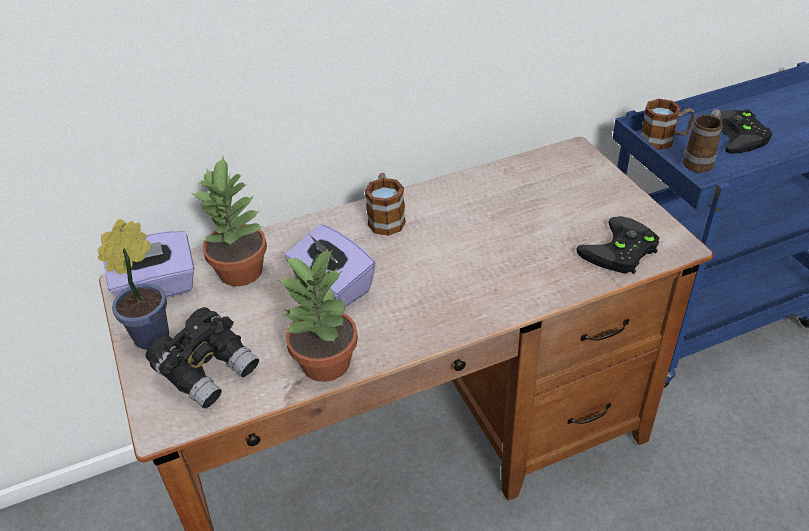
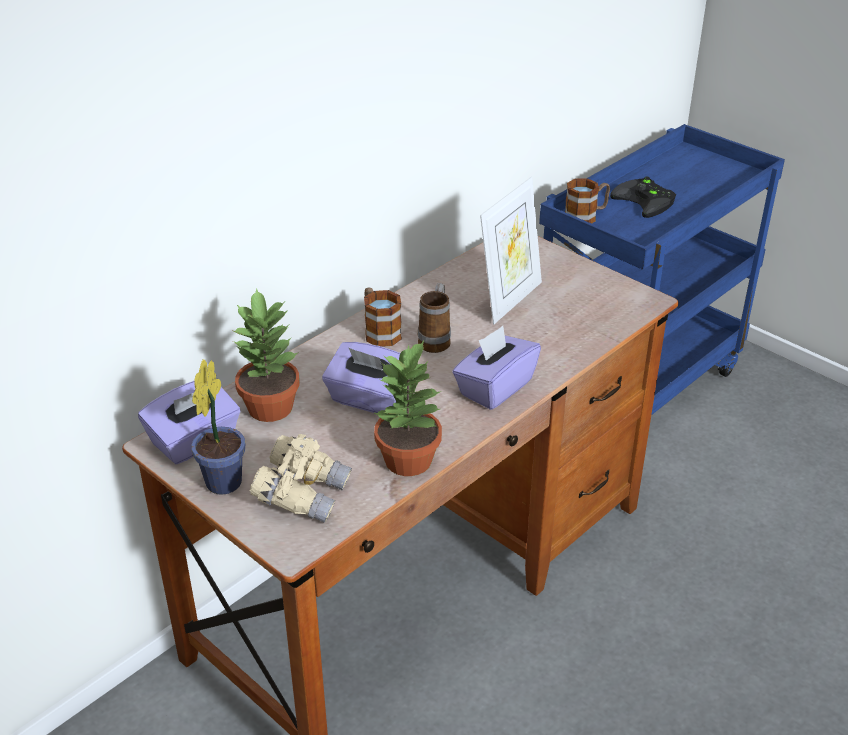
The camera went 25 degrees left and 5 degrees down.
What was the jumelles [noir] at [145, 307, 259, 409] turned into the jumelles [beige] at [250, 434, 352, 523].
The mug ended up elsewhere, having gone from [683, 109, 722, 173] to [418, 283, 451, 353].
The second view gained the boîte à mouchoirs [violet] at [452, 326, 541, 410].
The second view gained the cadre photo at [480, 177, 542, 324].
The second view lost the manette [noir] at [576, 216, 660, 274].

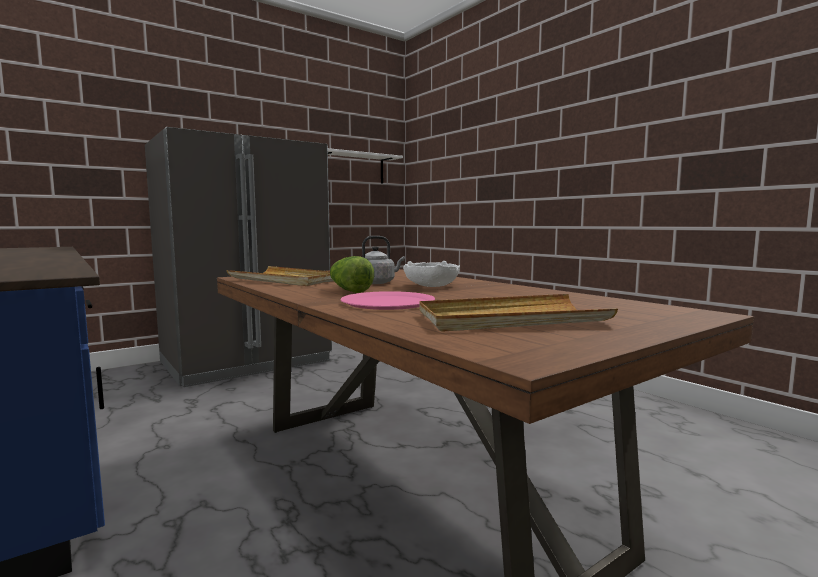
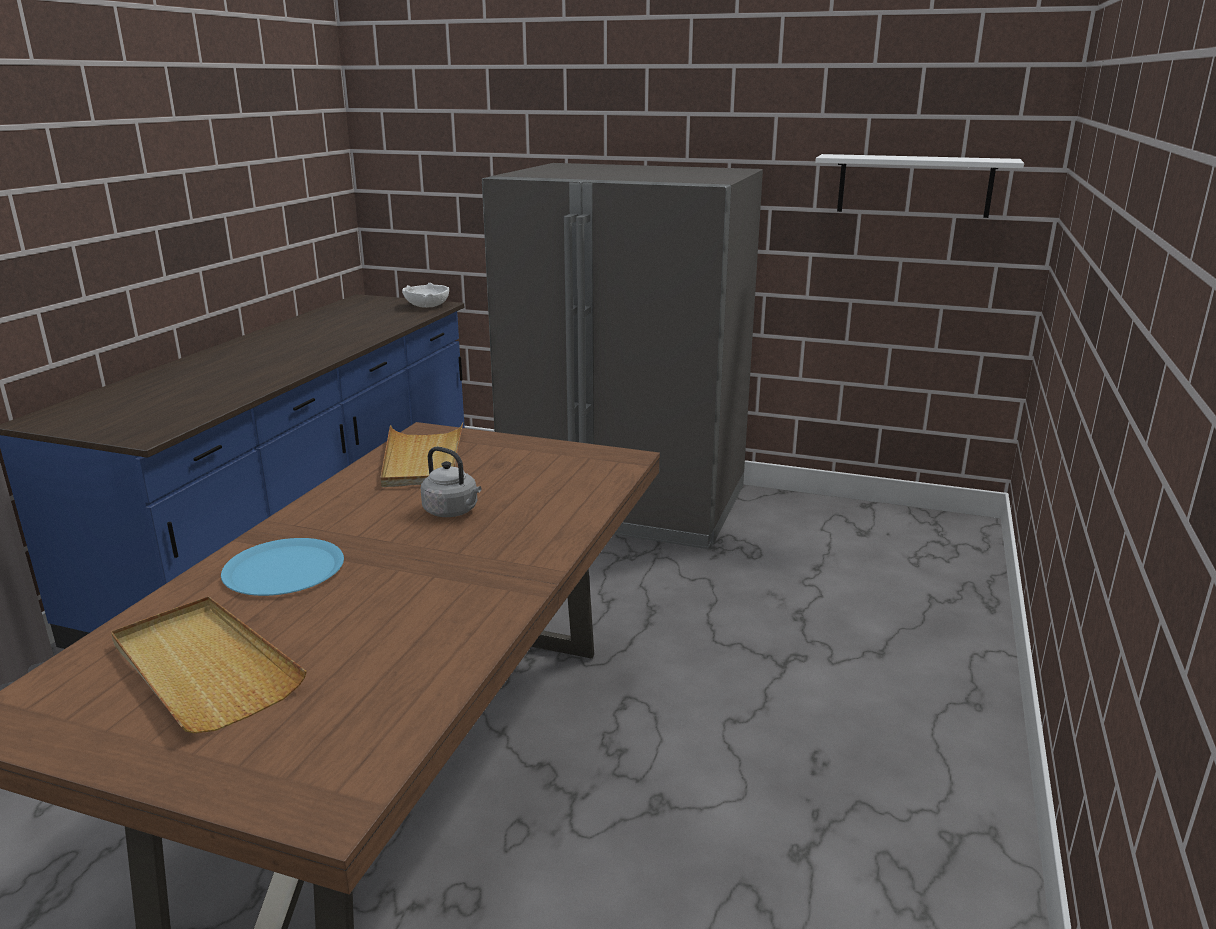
The camera went 55 degrees right and 15 degrees up.
What was the assiette [rose] at [340, 291, 435, 310] turned into the assiette [bleu] at [221, 538, 344, 596].
The bol [blanc] ended up elsewhere, having gone from [403, 261, 460, 287] to [402, 283, 449, 308].
The second view lost the laitue at [330, 256, 374, 293].

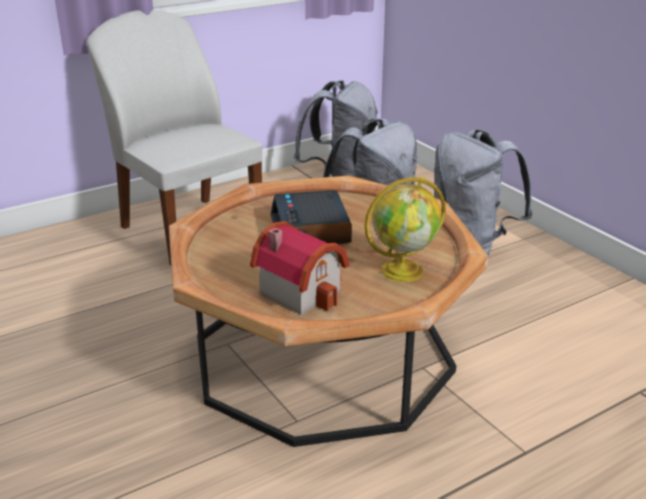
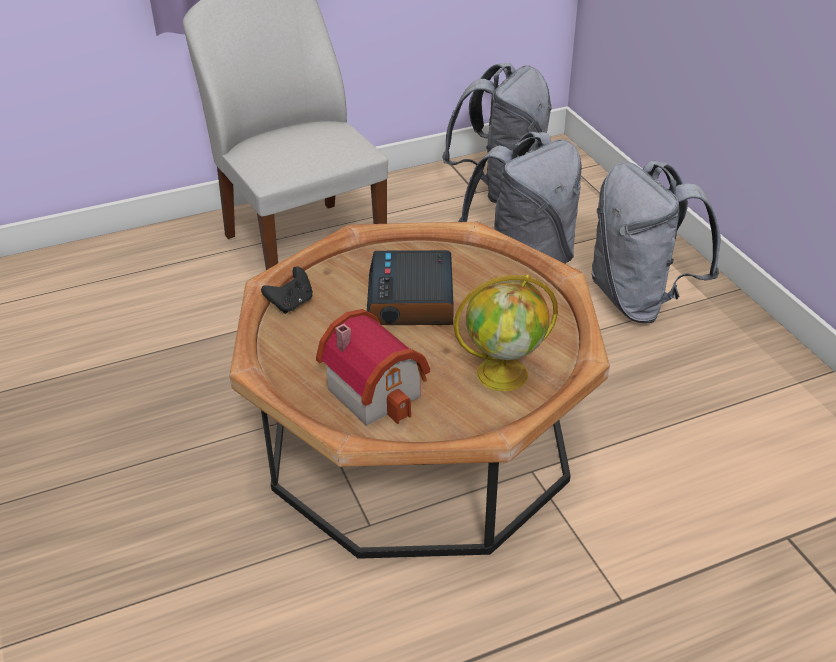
The camera went 10 degrees right and 10 degrees up.
The second view gained the manette [noir] at [261, 266, 313, 314].

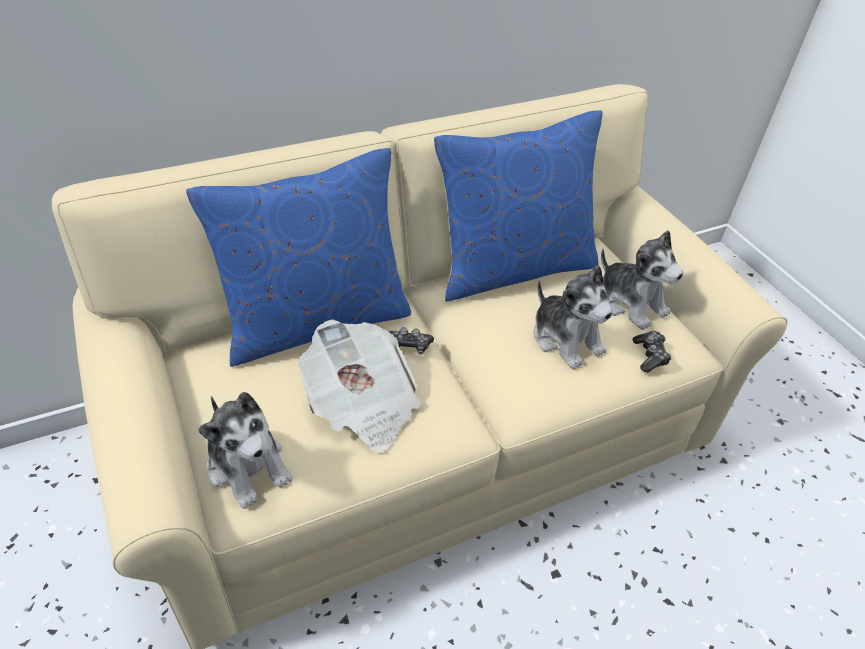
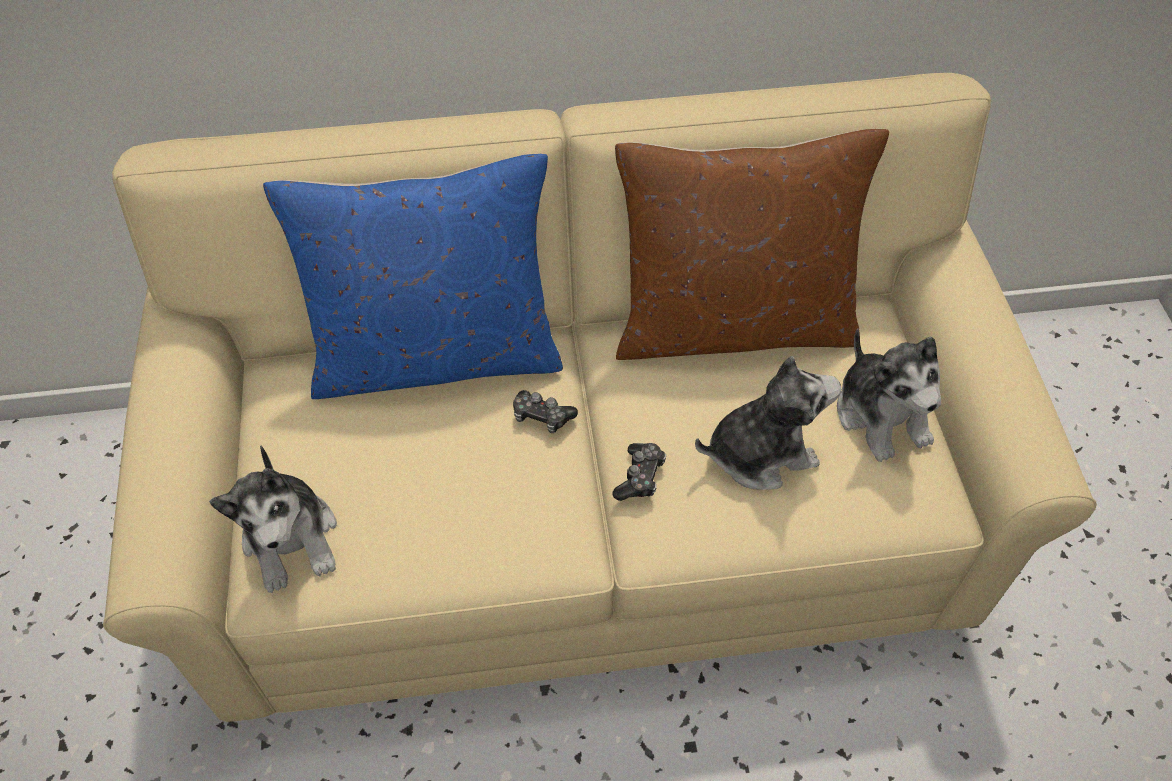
The camera went 20 degrees right and 10 degrees up.
The manette ended up elsewhere, having gone from [633, 331, 672, 372] to [612, 443, 666, 501].
What was the coussin [bleu] at [434, 110, 603, 302] turned into the coussin [marron] at [615, 129, 889, 360].
The peluche at [534, 266, 613, 369] ended up facing another way, 90 degrees counterclockwise from before.
The second view lost the journal at [298, 319, 422, 453].

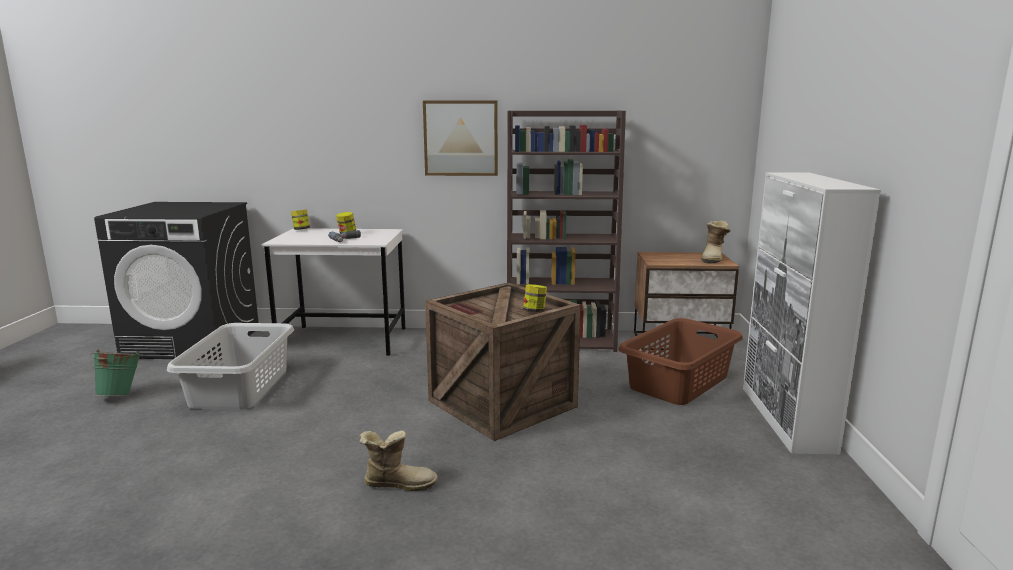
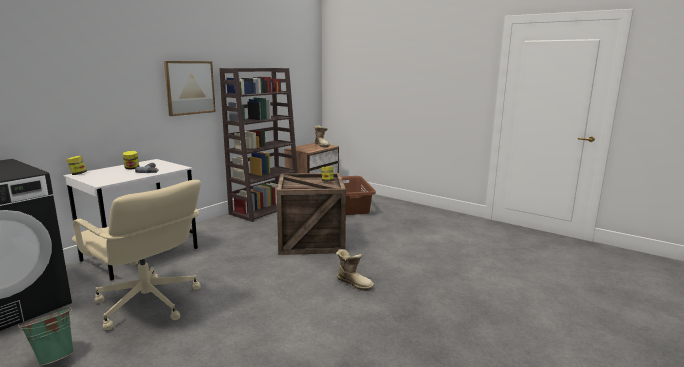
The camera went 55 degrees left and 0 degrees up.
Where the panier à linge [gris] stood at [167, 323, 294, 410], the chaise de bureau [beige] came to stand at [72, 180, 201, 330].
The botte at [359, 431, 438, 491] ended up facing another way, 90 degrees clockwise from before.
The second view lost the meuble de rangement [blanc] at [743, 172, 881, 455].

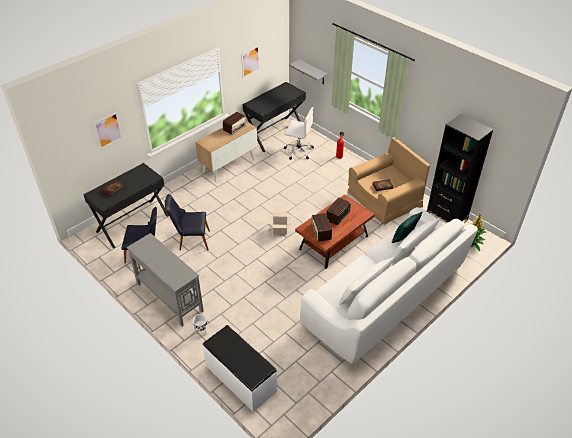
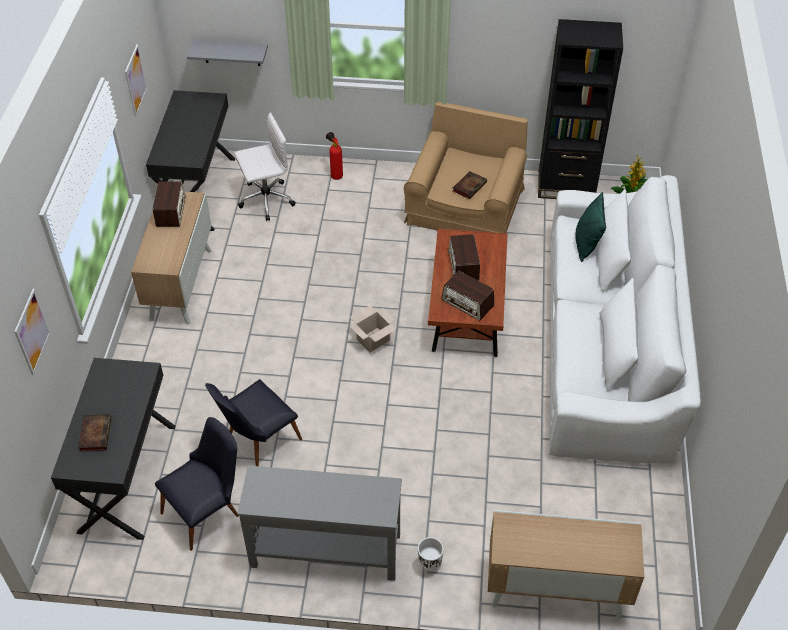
The camera went 40 degrees left and 5 degrees up.
Where the banc [blanc] stood at [203, 325, 277, 412], the meuble de rangement came to stand at [488, 510, 644, 619].

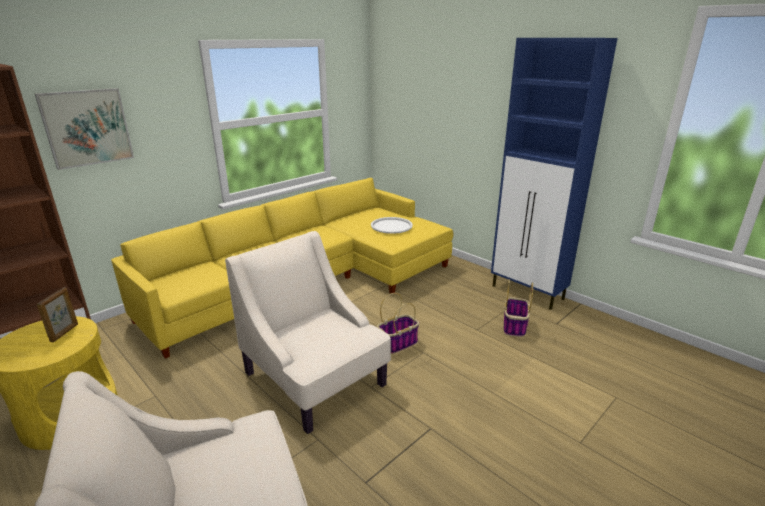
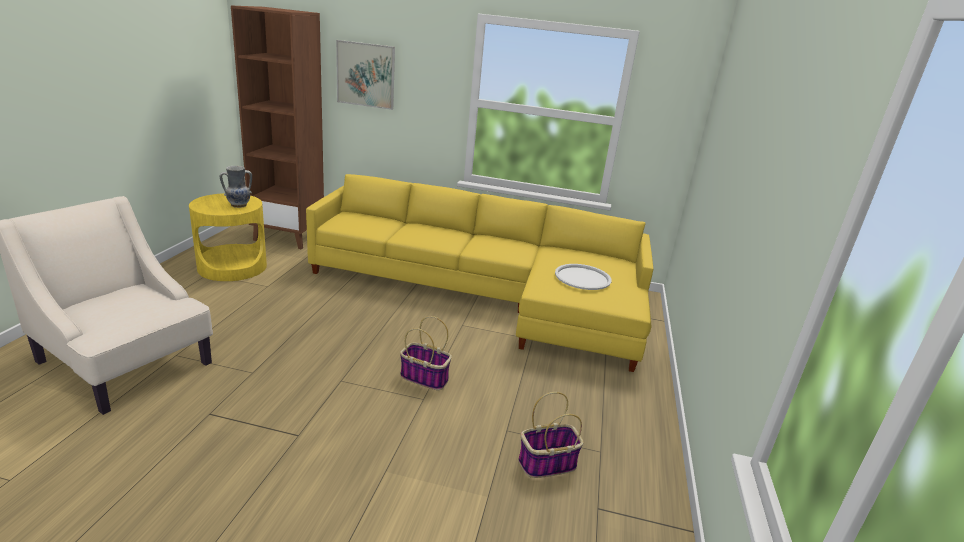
The camera went 55 degrees right and 0 degrees up.
Where the cadre photo stood at [37, 288, 78, 342], the vase came to stand at [220, 166, 252, 208].
The second view lost the fauteuil [beige] at [225, 231, 391, 434].
The second view lost the meuble de rangement [bleu] at [491, 38, 618, 310].

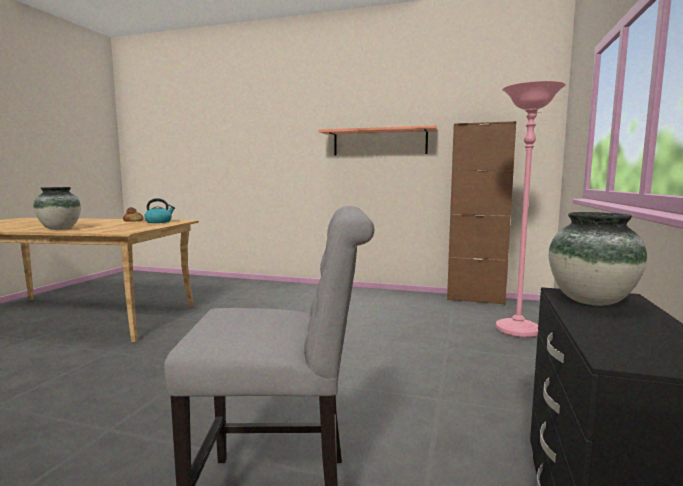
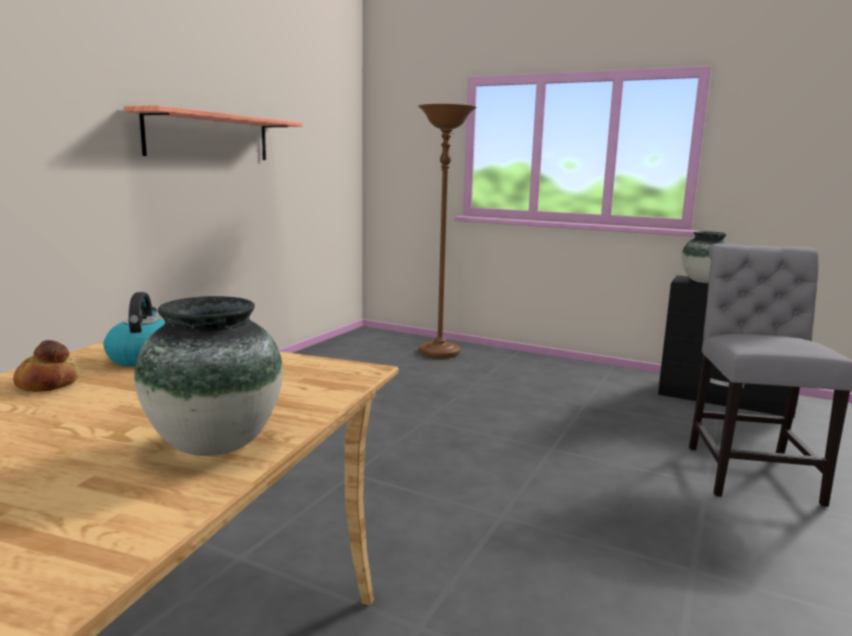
The camera went 80 degrees left and 5 degrees up.
What was the lampadaire [rose] at [496, 81, 566, 338] turned into the lampadaire [marron] at [418, 104, 477, 358].
The second view lost the meuble de rangement [marron] at [447, 121, 516, 305].

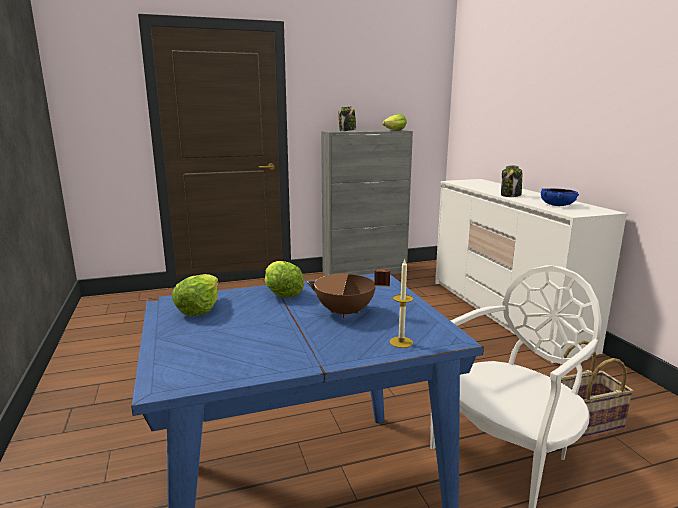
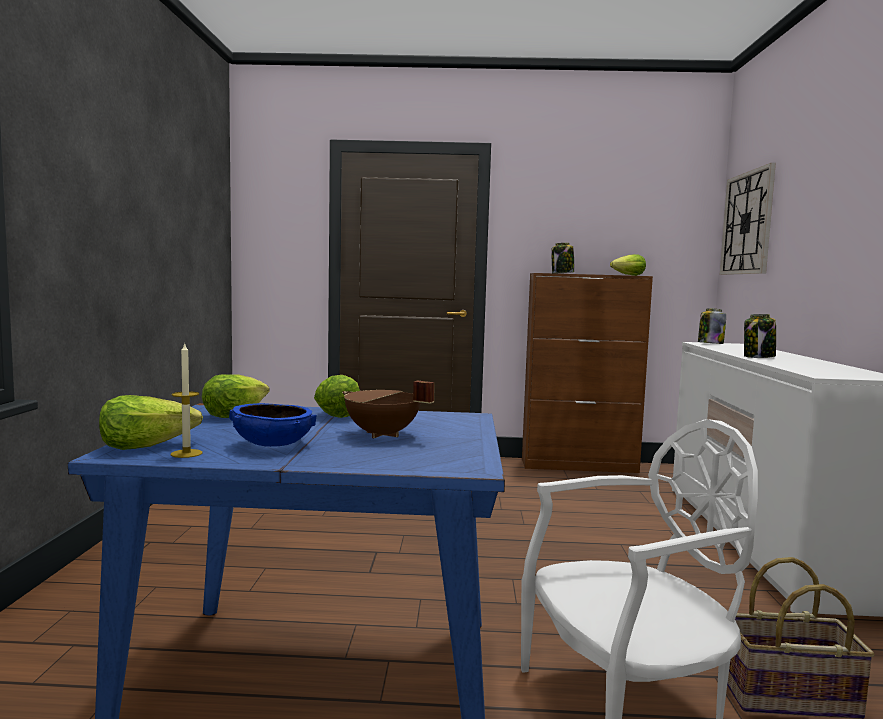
The camera went 20 degrees right and 10 degrees down.
The second view gained the laitue at [99, 395, 203, 450].
The bougie ended up elsewhere, having gone from [390, 260, 413, 348] to [171, 342, 203, 458].
The bol [bleu] ended up elsewhere, having gone from [541, 188, 579, 206] to [229, 403, 317, 447].
What was the meuble de rangement [gris] at [321, 130, 413, 276] turned into the meuble de rangement [marron] at [522, 273, 653, 473].
The second view gained the bocal at [698, 308, 726, 344].
The second view gained the horloge murale at [720, 163, 776, 275].

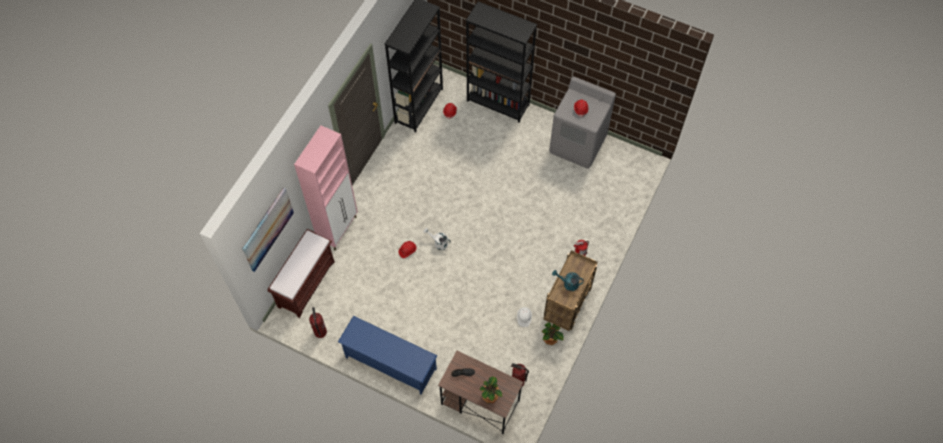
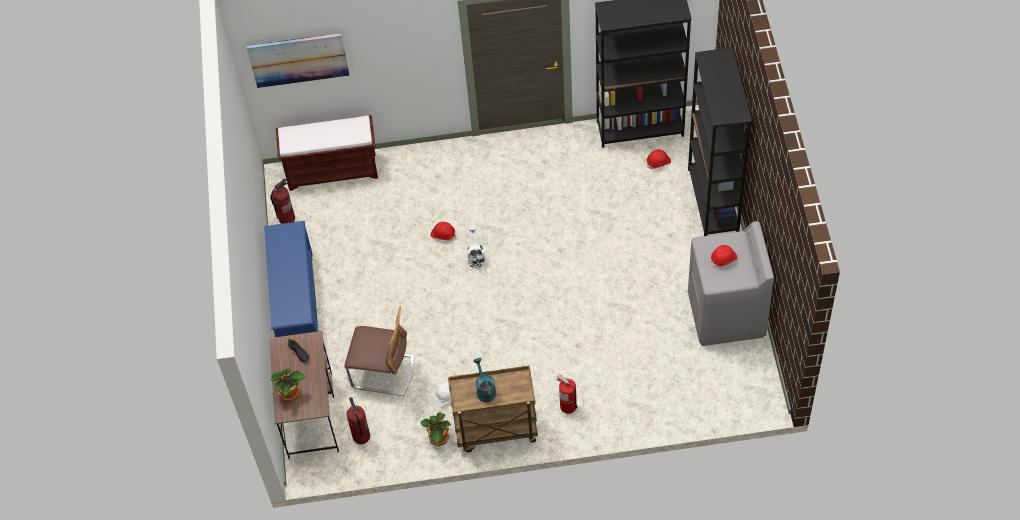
The camera went 60 degrees right and 5 degrees down.
The second view gained the chaise at [344, 306, 414, 396].
The second view lost the meuble de rangement [rose] at [294, 126, 358, 251].

